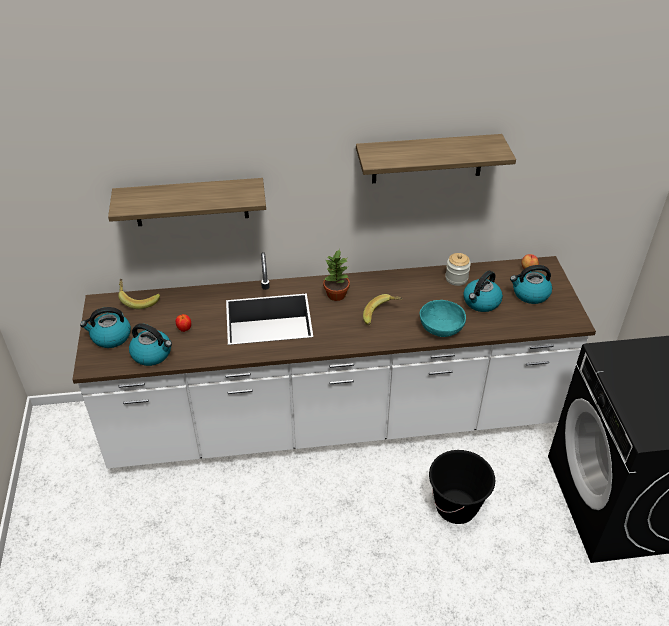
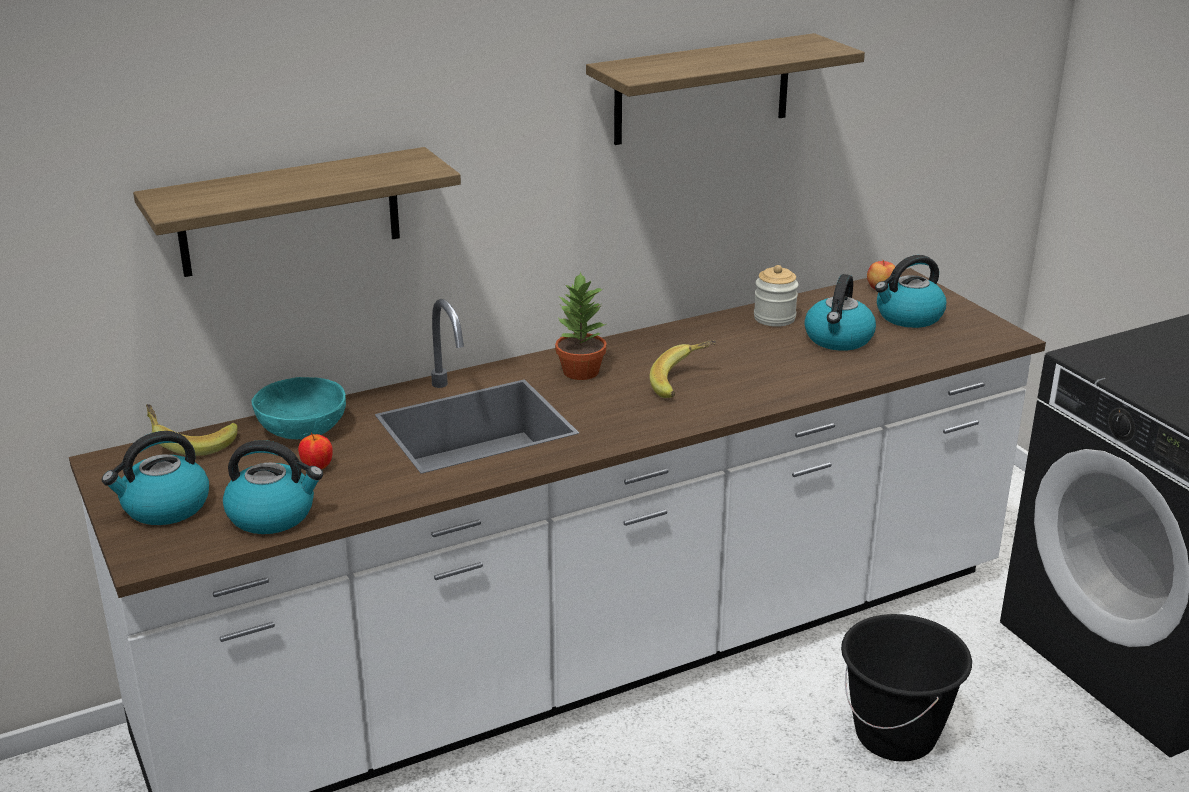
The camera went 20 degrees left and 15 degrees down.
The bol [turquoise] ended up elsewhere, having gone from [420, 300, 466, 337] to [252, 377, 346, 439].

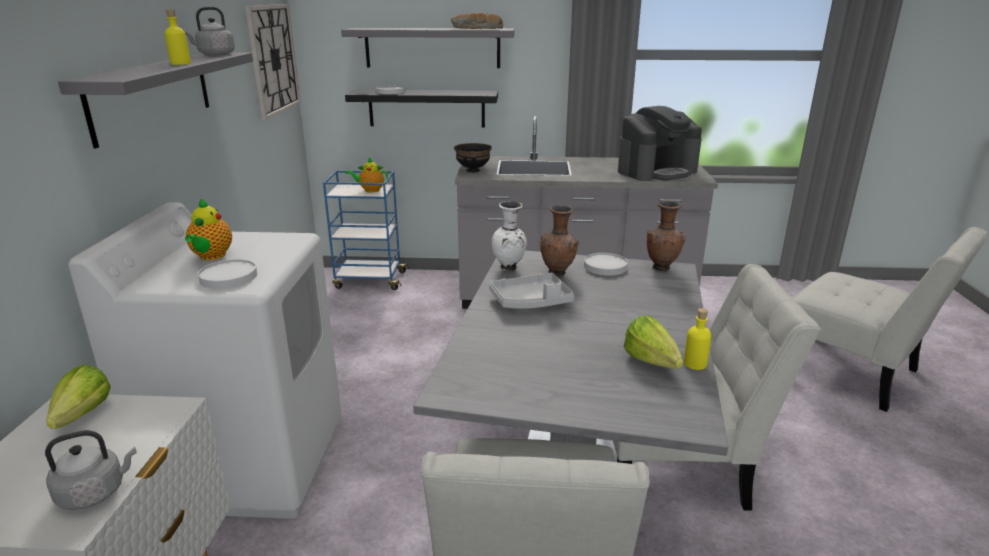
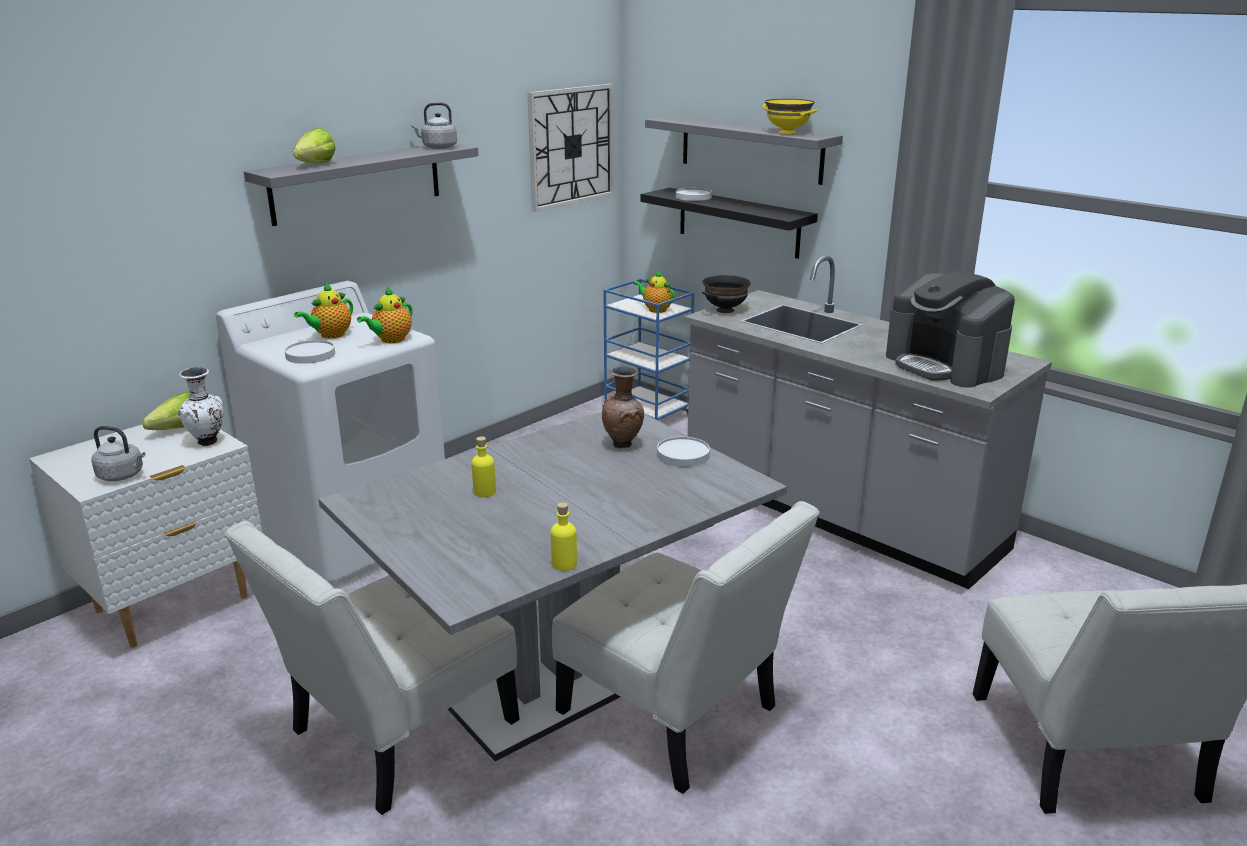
The camera went 40 degrees right and 0 degrees up.
The vase [blanc] ended up elsewhere, having gone from [492, 201, 527, 271] to [177, 367, 223, 446].
The laitue ended up elsewhere, having gone from [623, 316, 683, 369] to [293, 128, 336, 163].
The second view gained the théière at [357, 287, 412, 343].
The bouteille [jaune] ended up elsewhere, having gone from [164, 9, 191, 65] to [471, 436, 496, 497].
Where the pain stood at [451, 13, 503, 29], the bol [jaune] came to stand at [762, 99, 817, 134].
The machine à café at [618, 106, 702, 181] ended up facing another way, 45 degrees clockwise from before.
The second view lost the plateau [gris] at [489, 273, 574, 309].
The second view lost the vase [marron] at [647, 201, 686, 271].

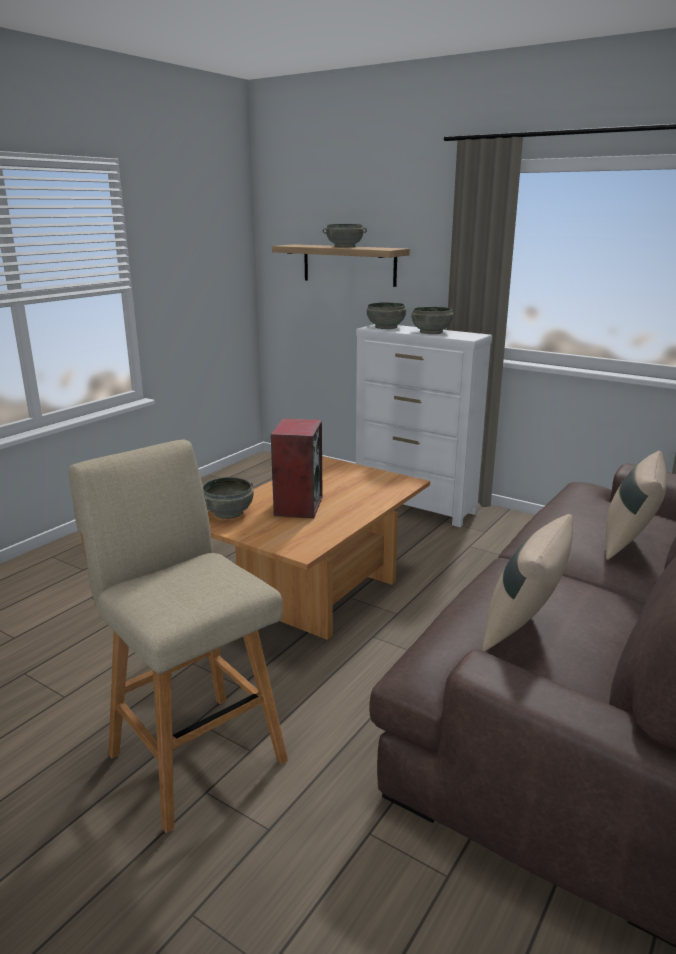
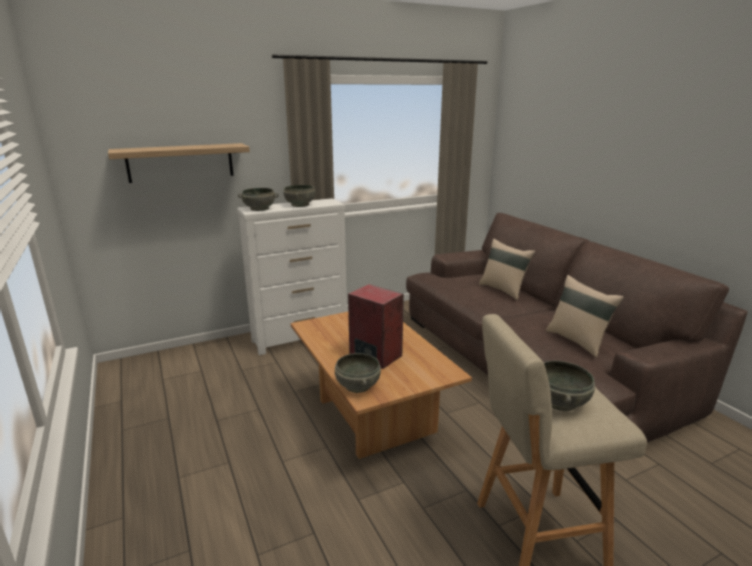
The camera went 60 degrees left and 0 degrees up.
The bol [gris] ended up elsewhere, having gone from [323, 224, 367, 247] to [544, 361, 595, 411].

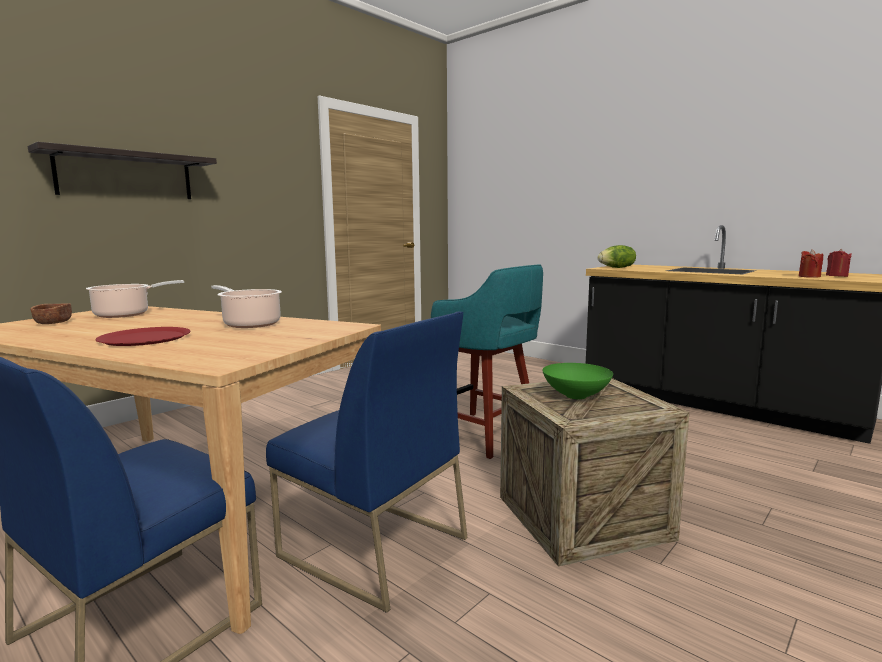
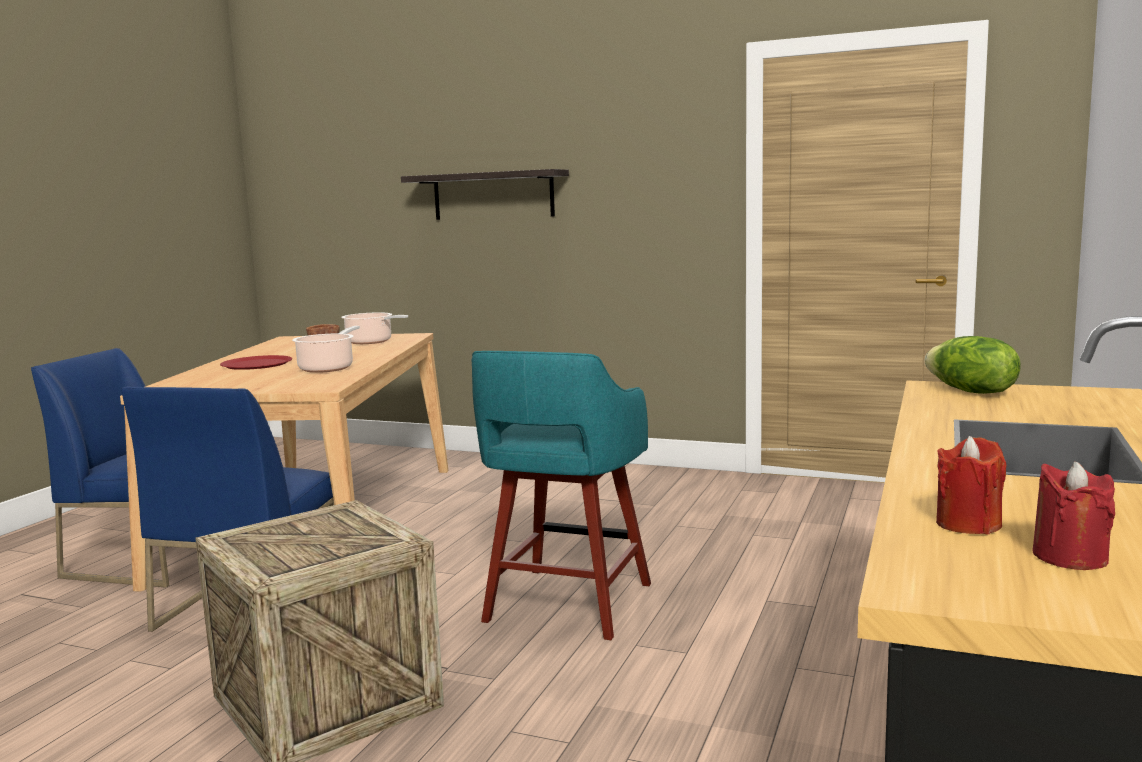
The camera went 70 degrees right and 0 degrees up.
The second view lost the bol [vert] at [542, 363, 613, 399].

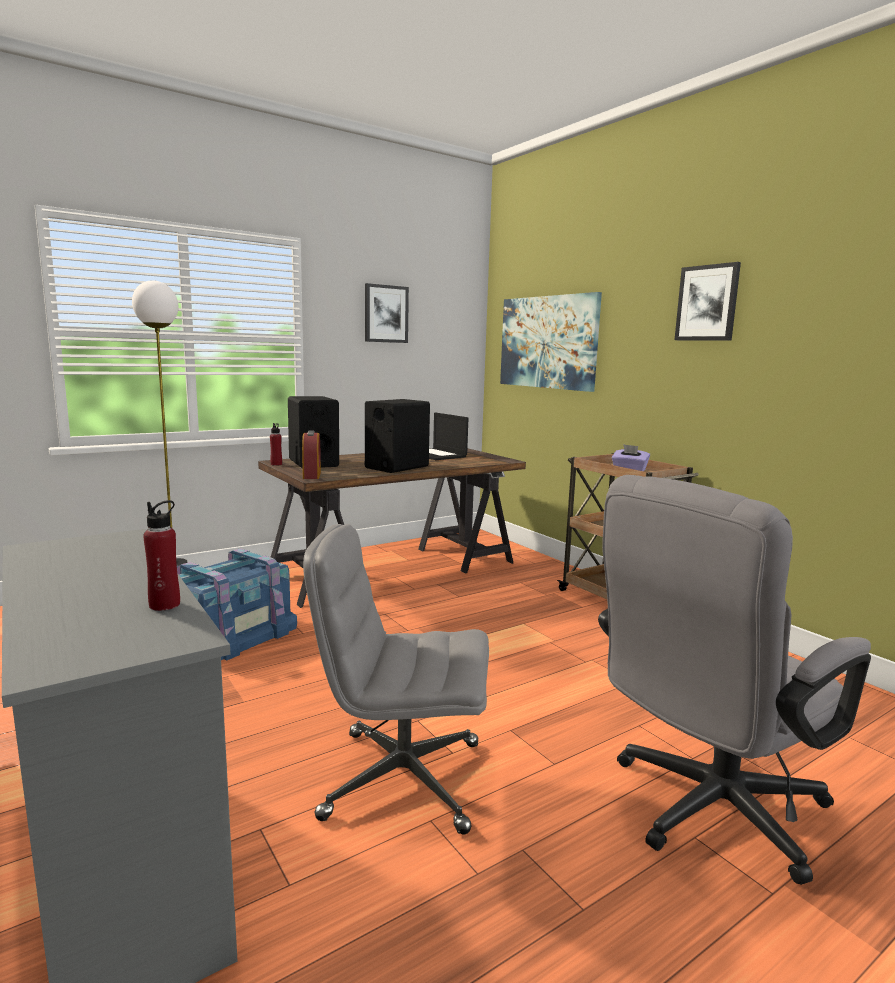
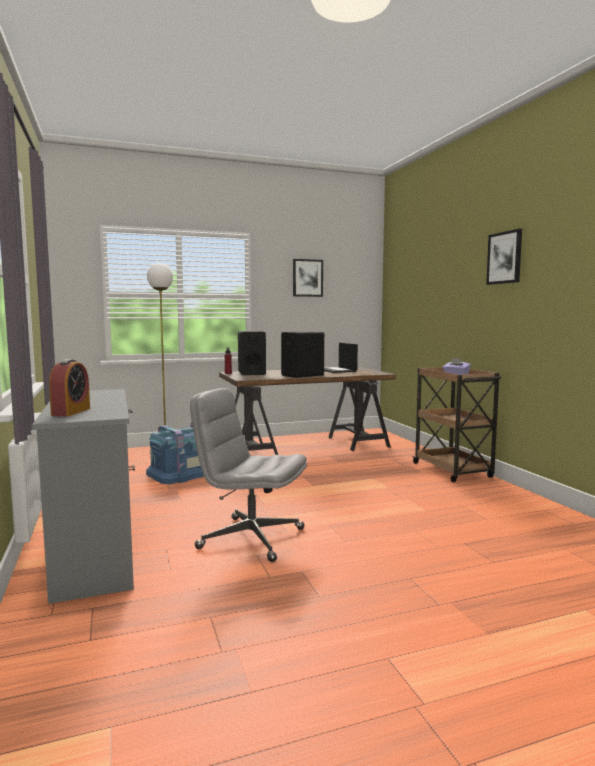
The camera went 15 degrees right and 5 degrees down.
The réveil ended up elsewhere, having gone from [302, 430, 321, 479] to [49, 359, 90, 416].
The second view lost the bouteille [rouge] at [143, 500, 180, 611].
The second view lost the tableau at [500, 292, 602, 392].
The second view lost the chaise de bureau [gris] at [598, 475, 871, 885].

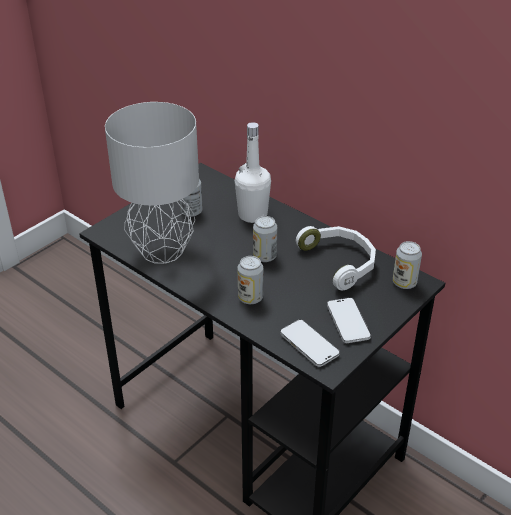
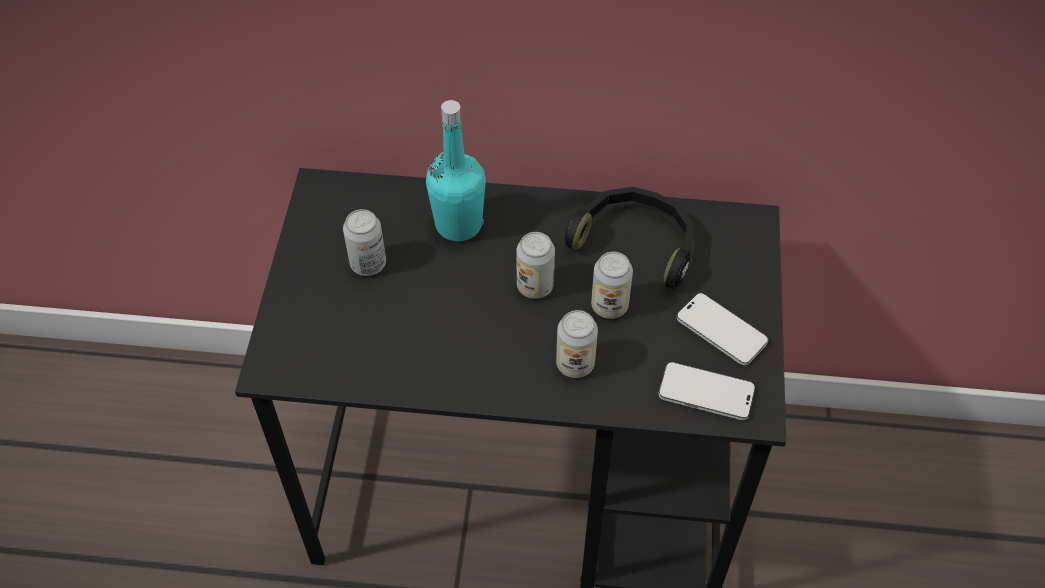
The camera went 35 degrees left and 15 degrees up.
What was the bouteille [blanc] at [235, 122, 271, 223] turned into the bouteille [turquoise] at [426, 100, 486, 242].
What was the casque audio [blanc] at [296, 226, 376, 290] turned into the casque audio [noir] at [565, 187, 694, 289].
The boîte métallique ended up elsewhere, having gone from [393, 241, 422, 289] to [591, 252, 633, 319].
The second view lost the lampe de table [gris] at [105, 102, 199, 264].

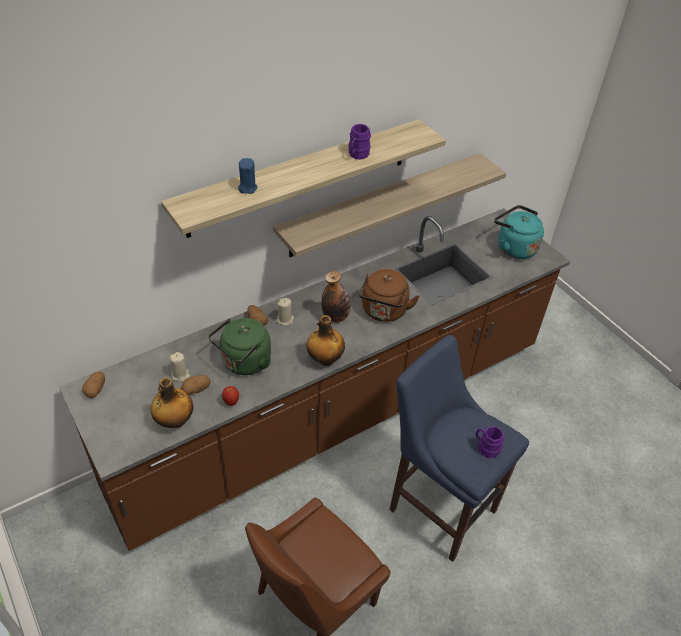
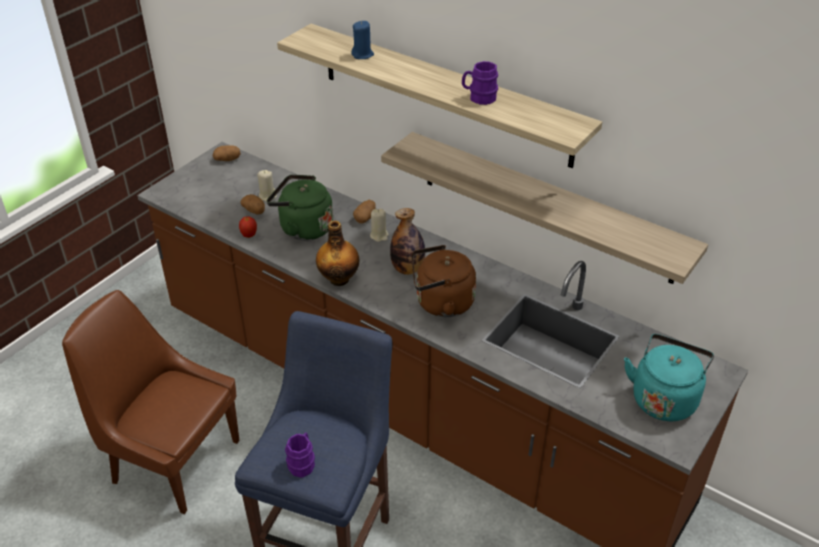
The camera went 70 degrees right and 5 degrees down.
The second view lost the bouteille at [151, 377, 193, 428].

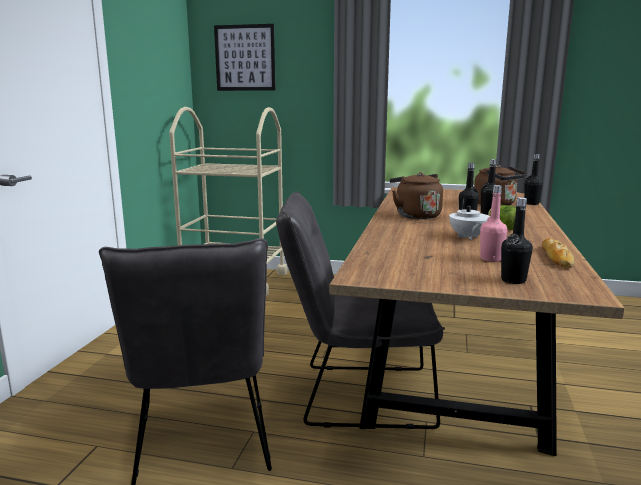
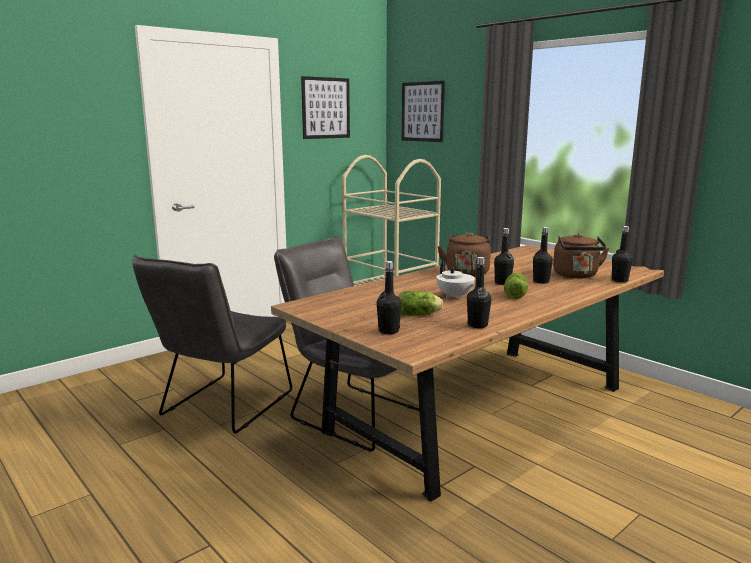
The camera went 35 degrees right and 0 degrees up.
The second view gained the tableau at [301, 76, 350, 139].
Where the bouteille [rose] stood at [480, 185, 507, 262], the laitue came to stand at [398, 291, 443, 316].
The théière [blanc] at [449, 198, 490, 240] ended up facing another way, 60 degrees counterclockwise from before.
Where the pain stood at [542, 238, 575, 268], the bouteille [noir] came to stand at [467, 257, 491, 328].

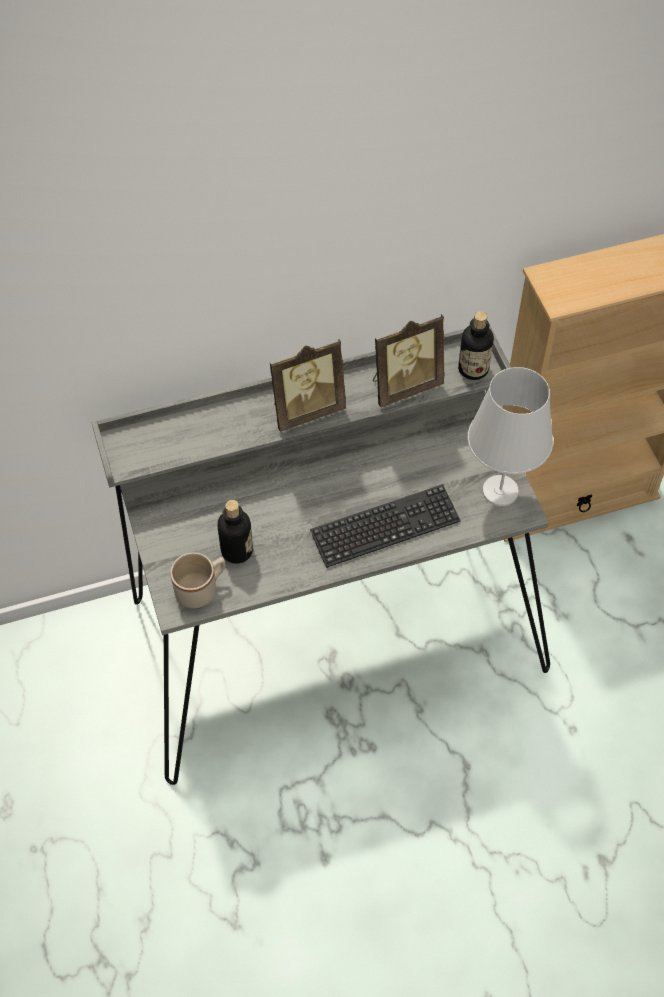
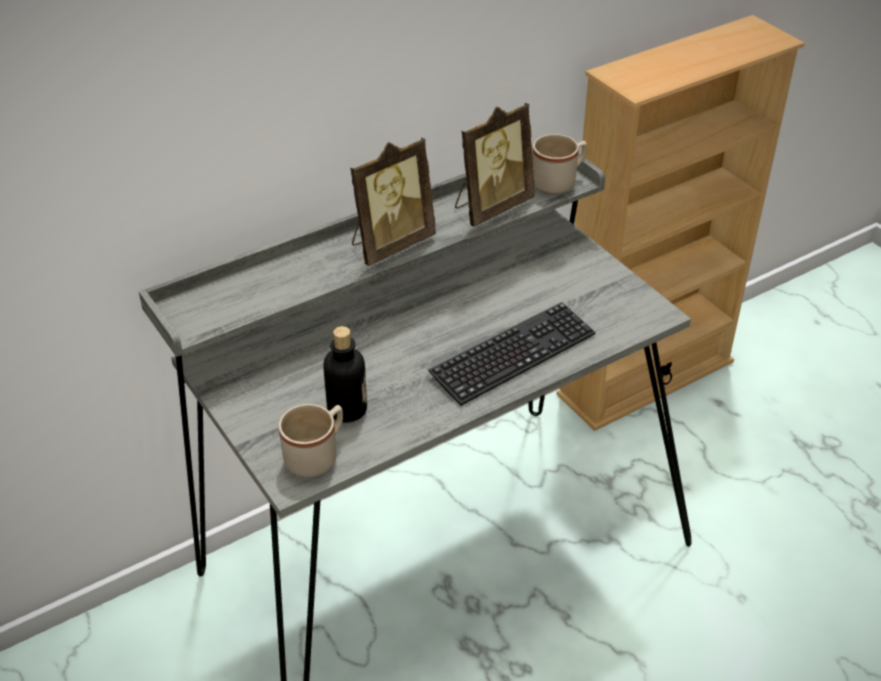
The camera went 15 degrees left and 15 degrees down.
Where the bouteille stood at [458, 311, 494, 380], the mug [beige] came to stand at [532, 134, 587, 194].
The second view lost the lampe de table [blanc] at [468, 367, 553, 506].

